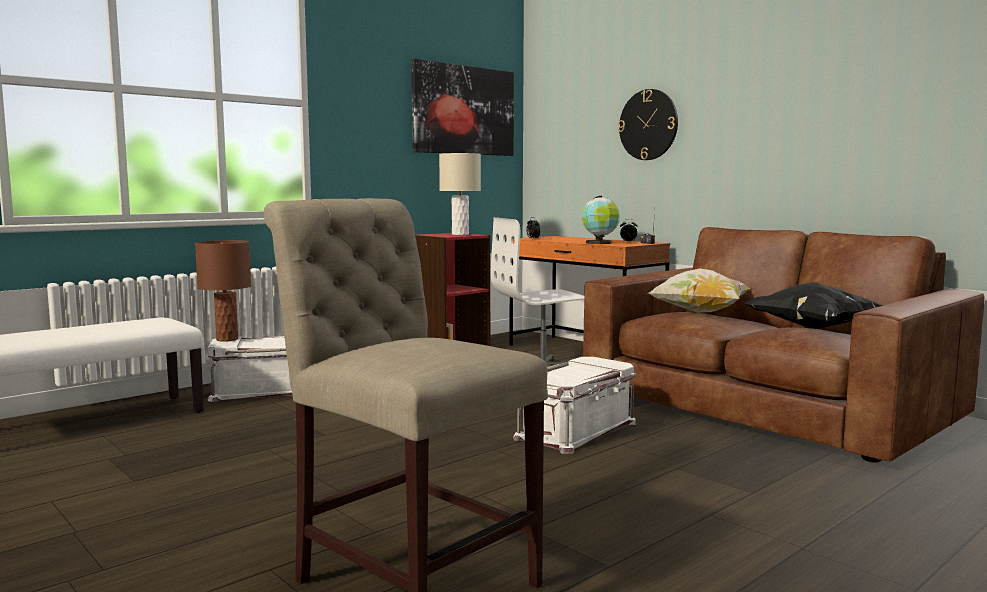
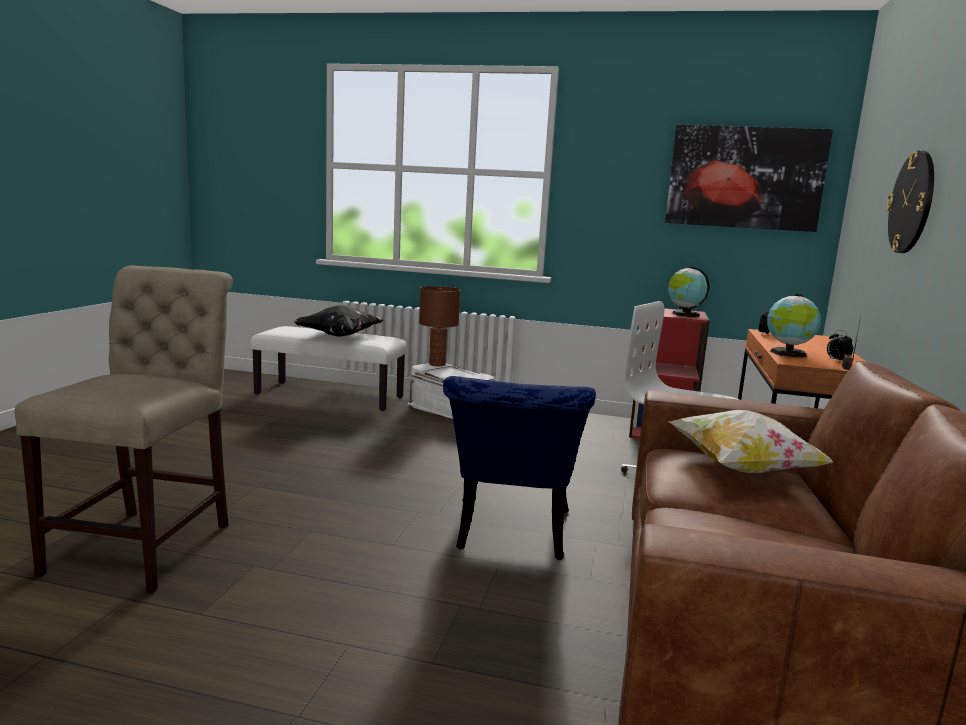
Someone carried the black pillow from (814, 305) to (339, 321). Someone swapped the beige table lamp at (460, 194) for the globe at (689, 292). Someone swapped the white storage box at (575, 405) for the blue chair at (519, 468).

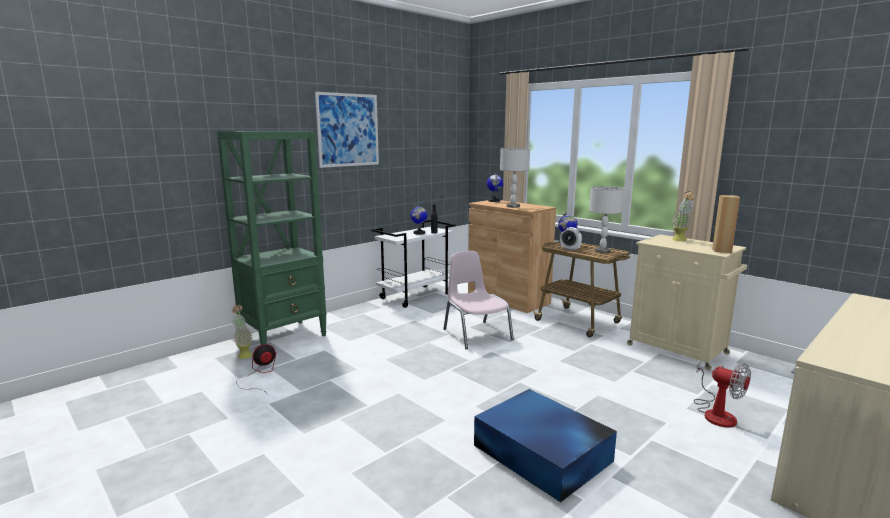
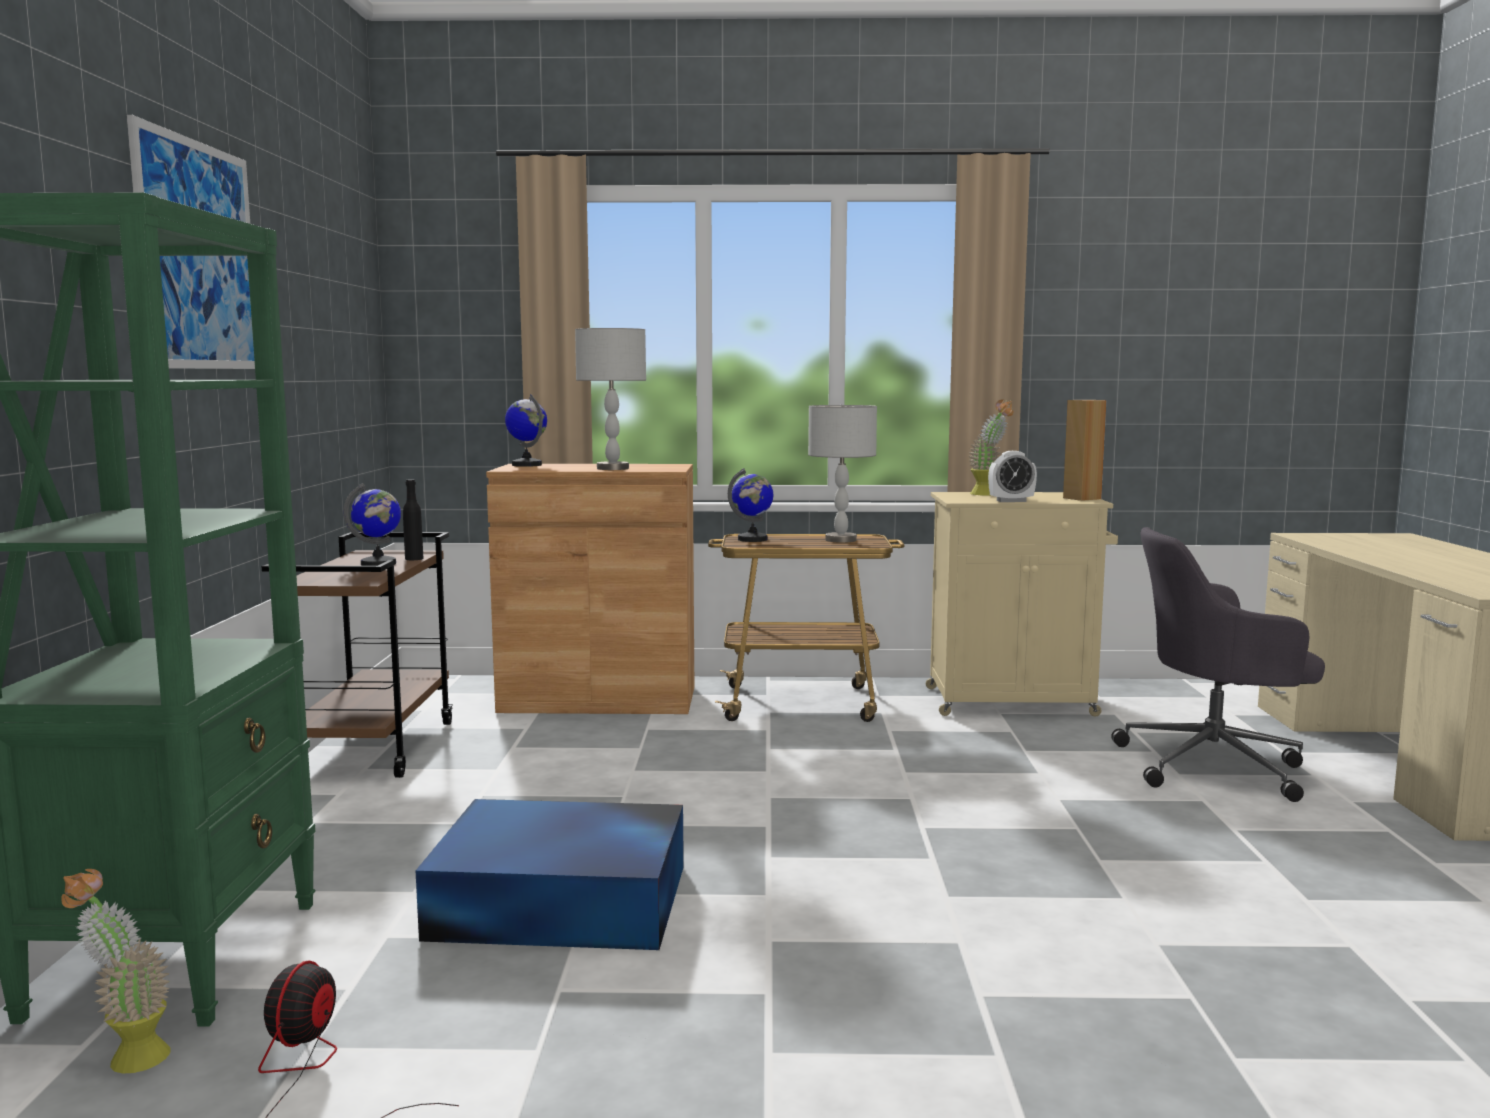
Someone took away the pink chair at (479, 300). Someone carried the blue storage box from (545, 445) to (550, 874). Someone carried the alarm clock from (571, 239) to (1012, 476). Someone swapped the fan at (722, 395) for the grey office chair at (1218, 664). Someone repainted the white cart at (413, 264), which became the brown cart at (357, 655).

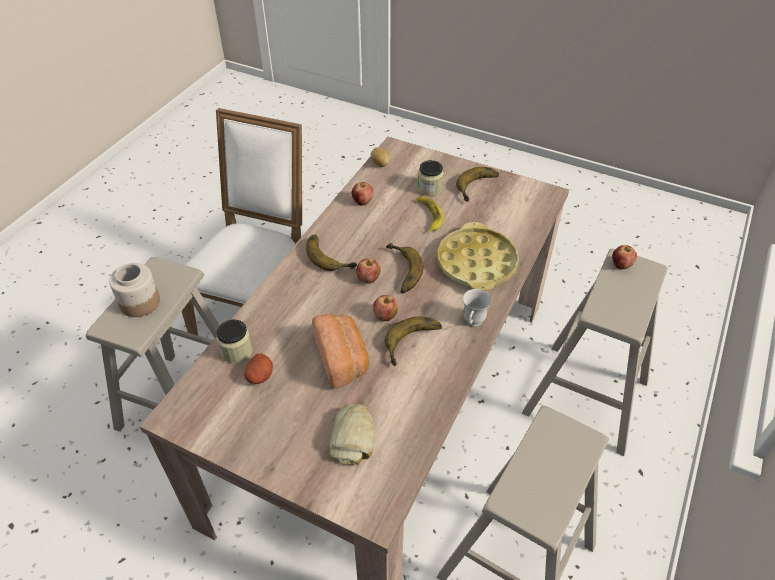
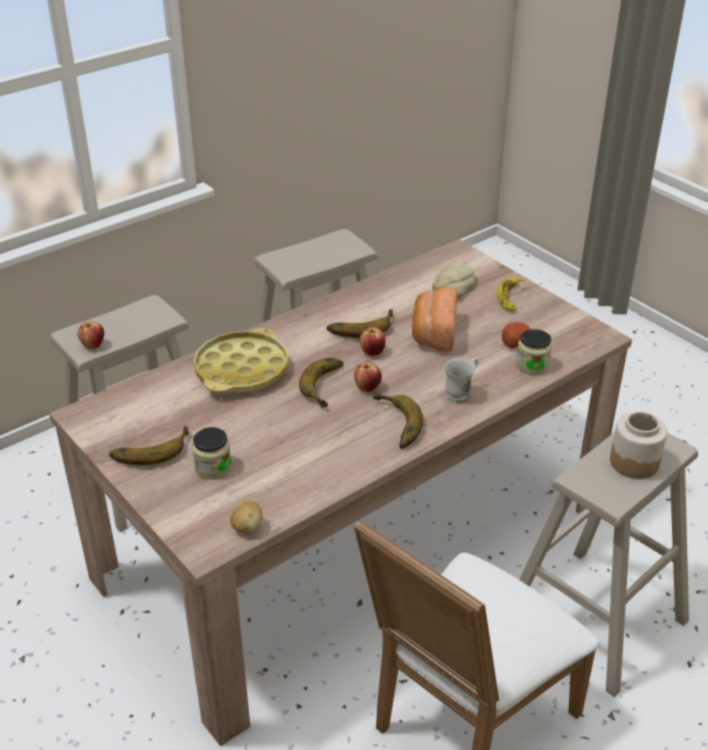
Someone took away the apple at (362, 193). Someone carried the banana from (430, 215) to (511, 294). Someone carried the white mug from (477, 308) to (461, 380).

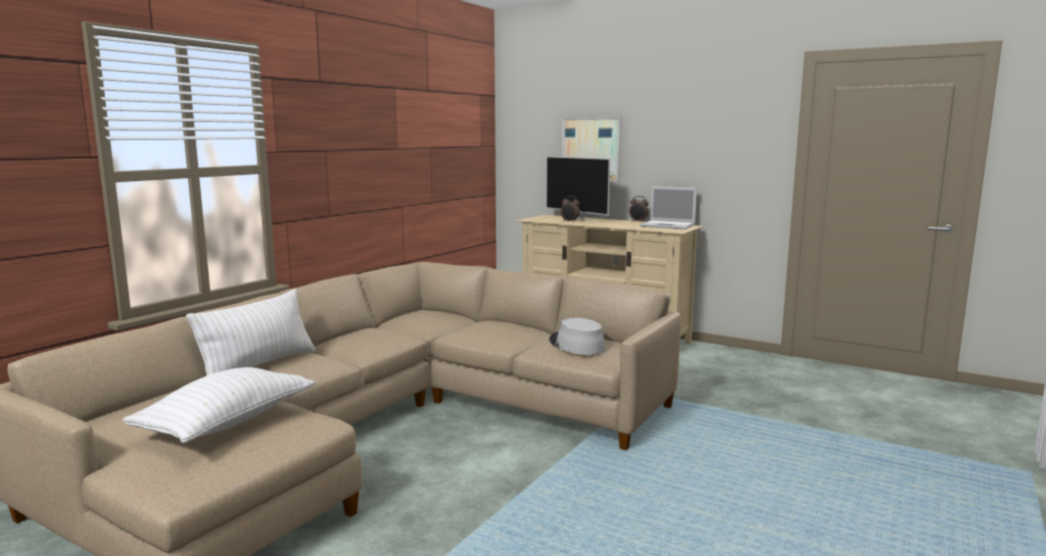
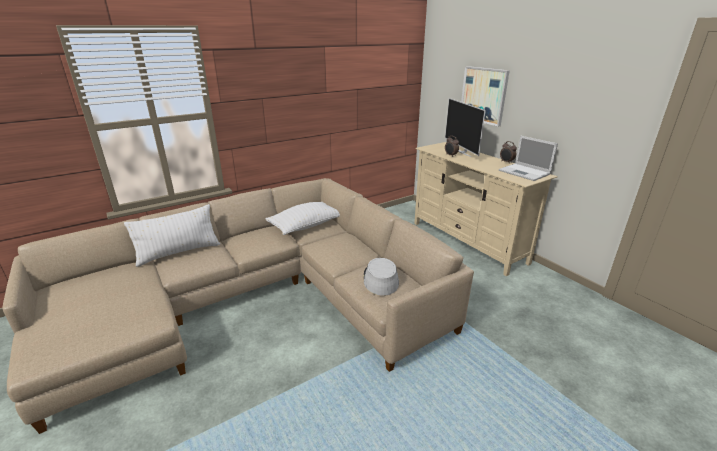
Someone carried the white pillow from (219, 405) to (303, 218).

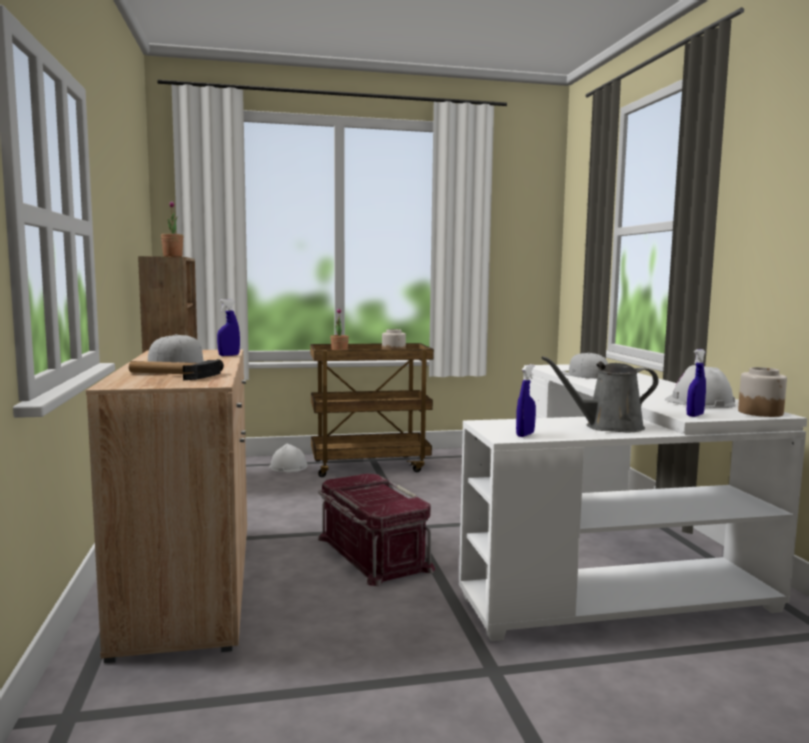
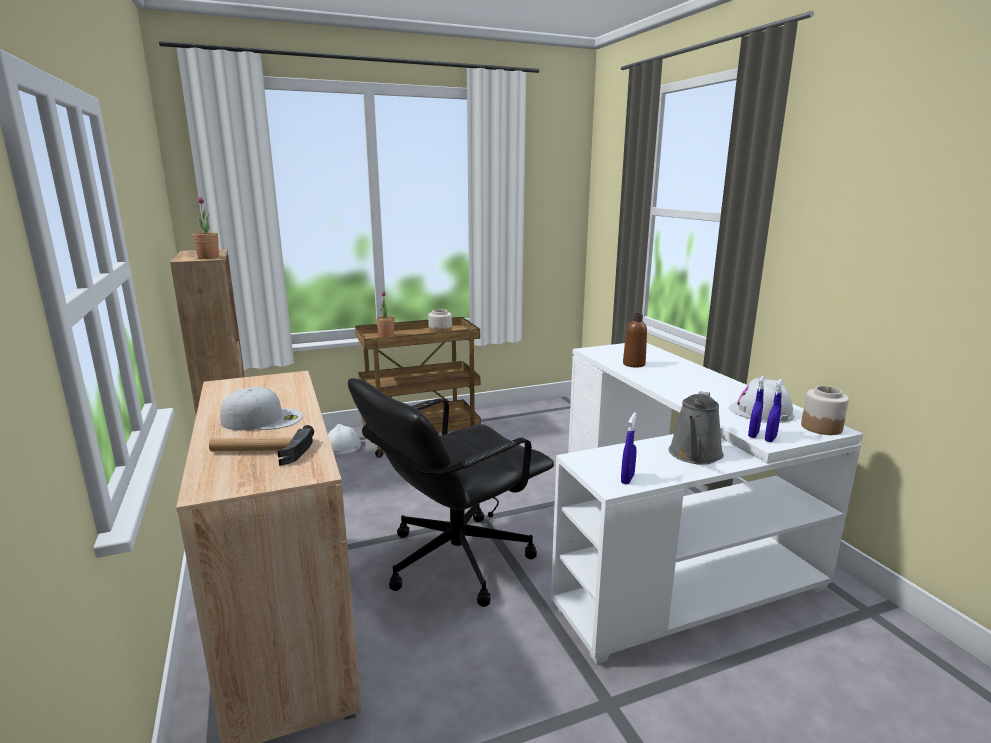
Someone carried the blue spray bottle from (228, 327) to (756, 407). Someone swapped the red storage box at (376, 530) for the black office chair at (451, 492). Someone swapped the white cap at (584, 365) for the brown bottle at (635, 340). Someone rotated the grey watering can at (600, 394) by 45 degrees counterclockwise.

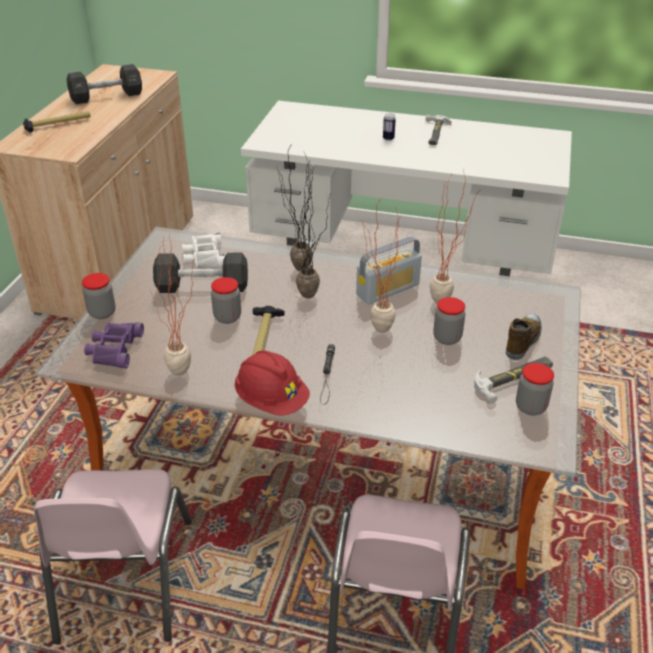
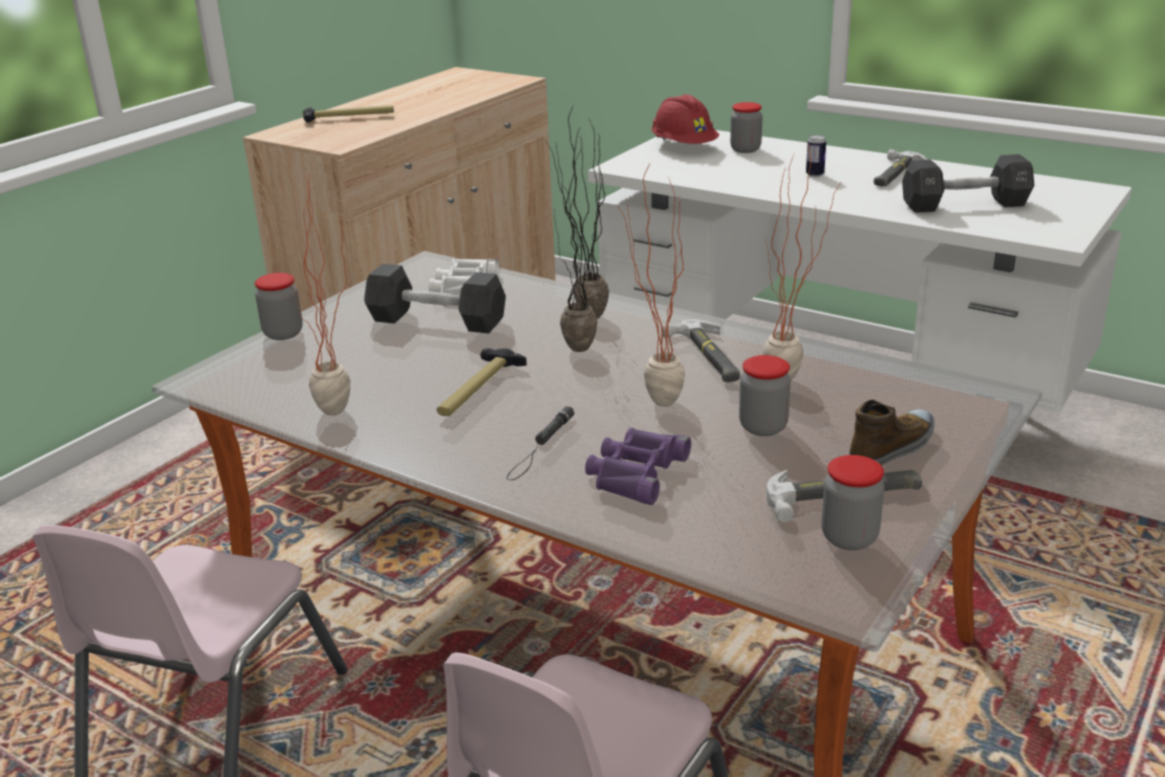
Someone carried the black dumbbell from (104, 84) to (968, 183). Someone carried the purple binoculars from (114, 345) to (638, 466). Someone carried the jar from (226, 300) to (746, 127). Someone carried the red hard hat from (272, 383) to (685, 119). Someone swapped the radio at (389, 270) for the hammer at (701, 350).

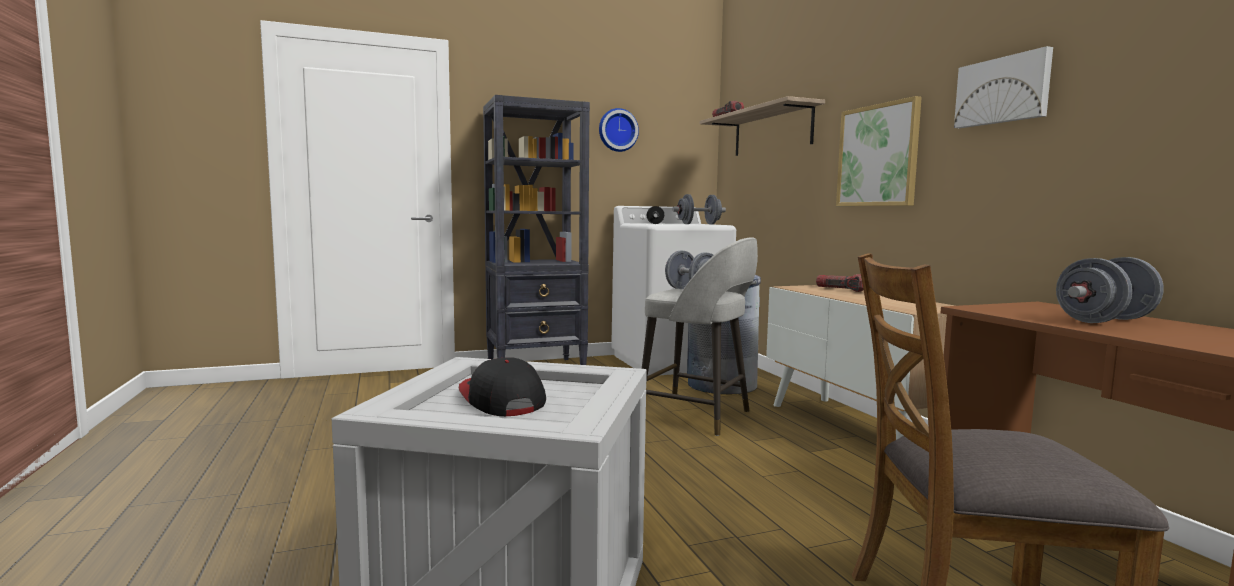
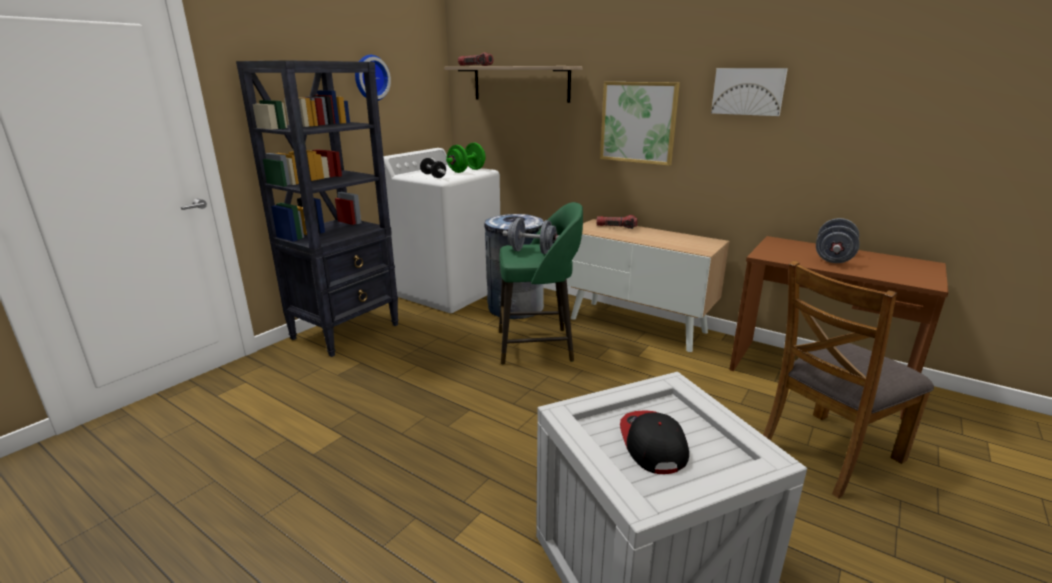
Someone repainted the grey stool at (700, 336), which became the green stool at (541, 283). Someone repainted the grey dumbbell at (699, 209), which became the green dumbbell at (466, 158). Someone rotated the cap at (502, 387) by 60 degrees clockwise.

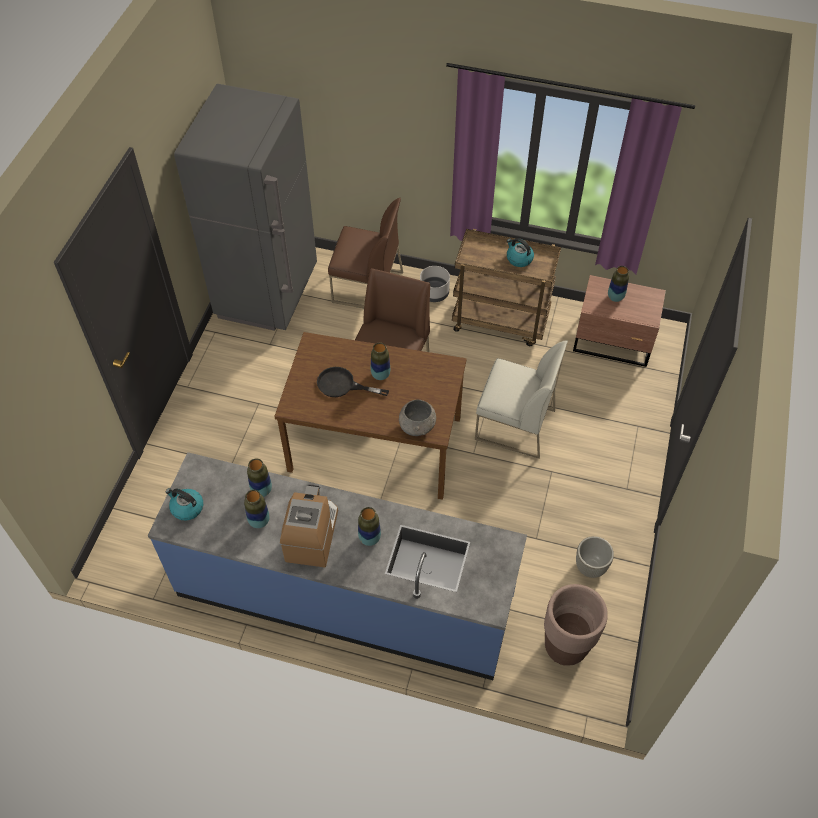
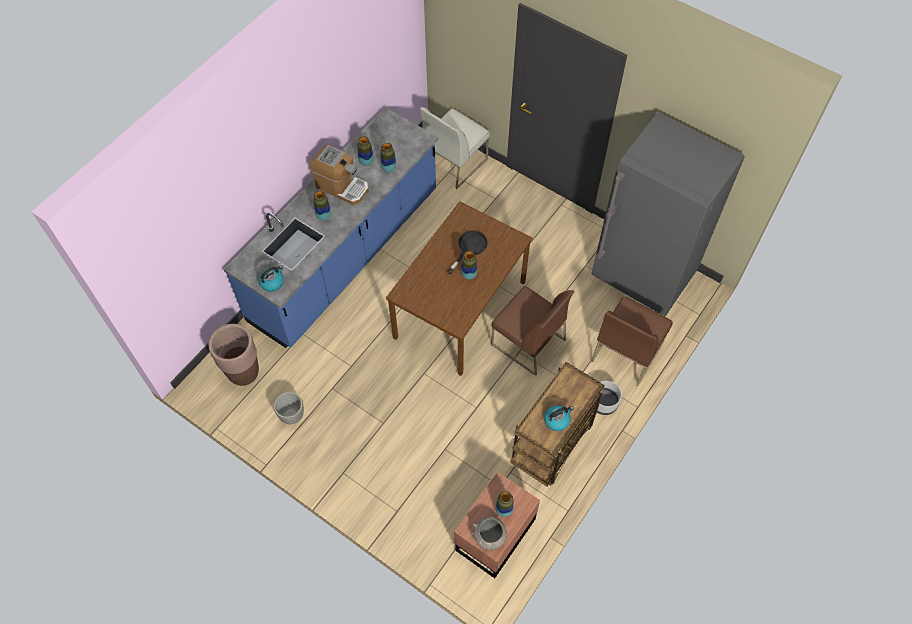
Someone carried the kettle from (184, 504) to (271, 278). Someone carried the grey bowl from (417, 418) to (489, 533). Someone carried the white chair from (521, 399) to (455, 148).

